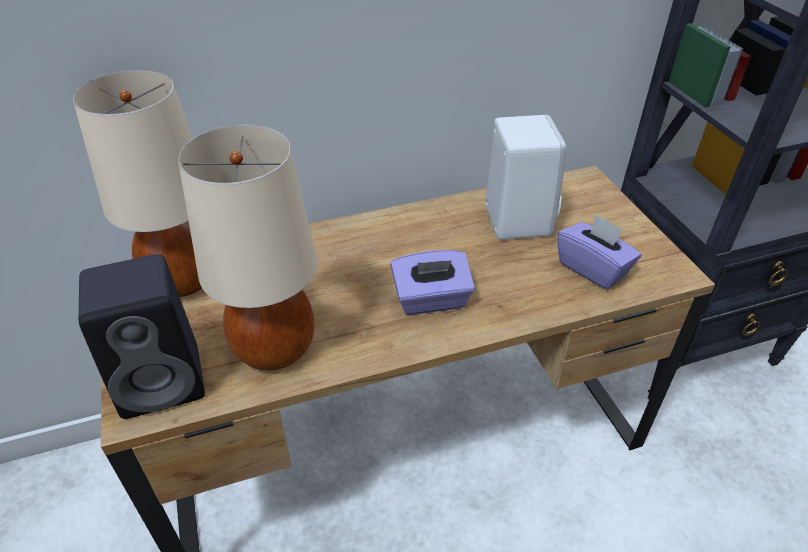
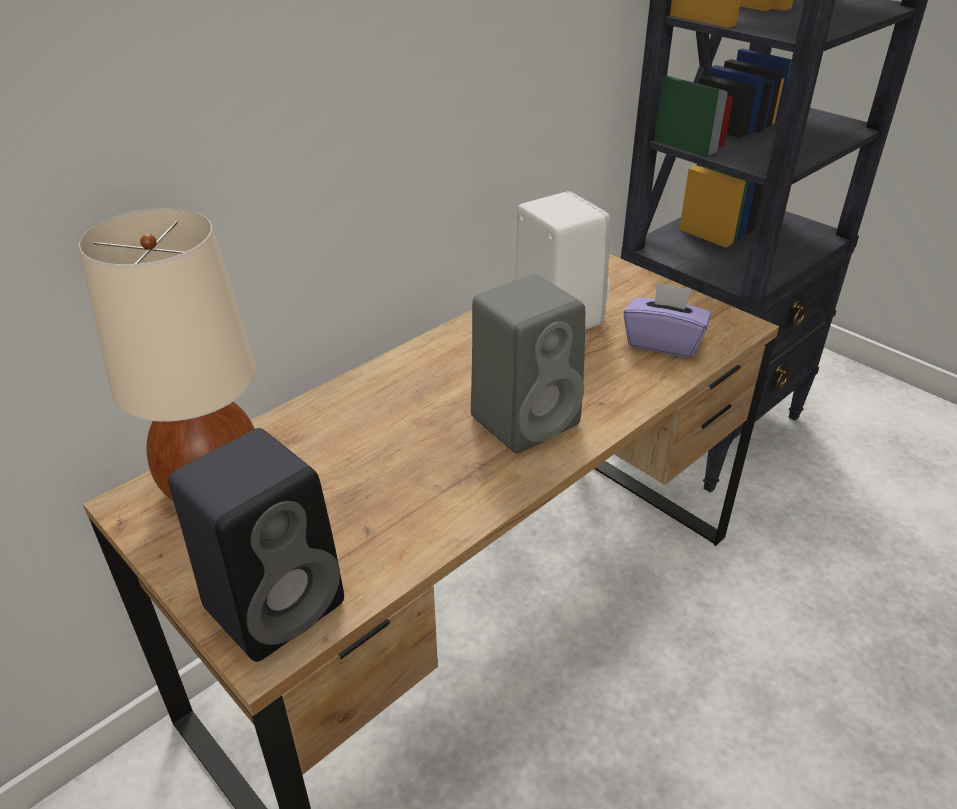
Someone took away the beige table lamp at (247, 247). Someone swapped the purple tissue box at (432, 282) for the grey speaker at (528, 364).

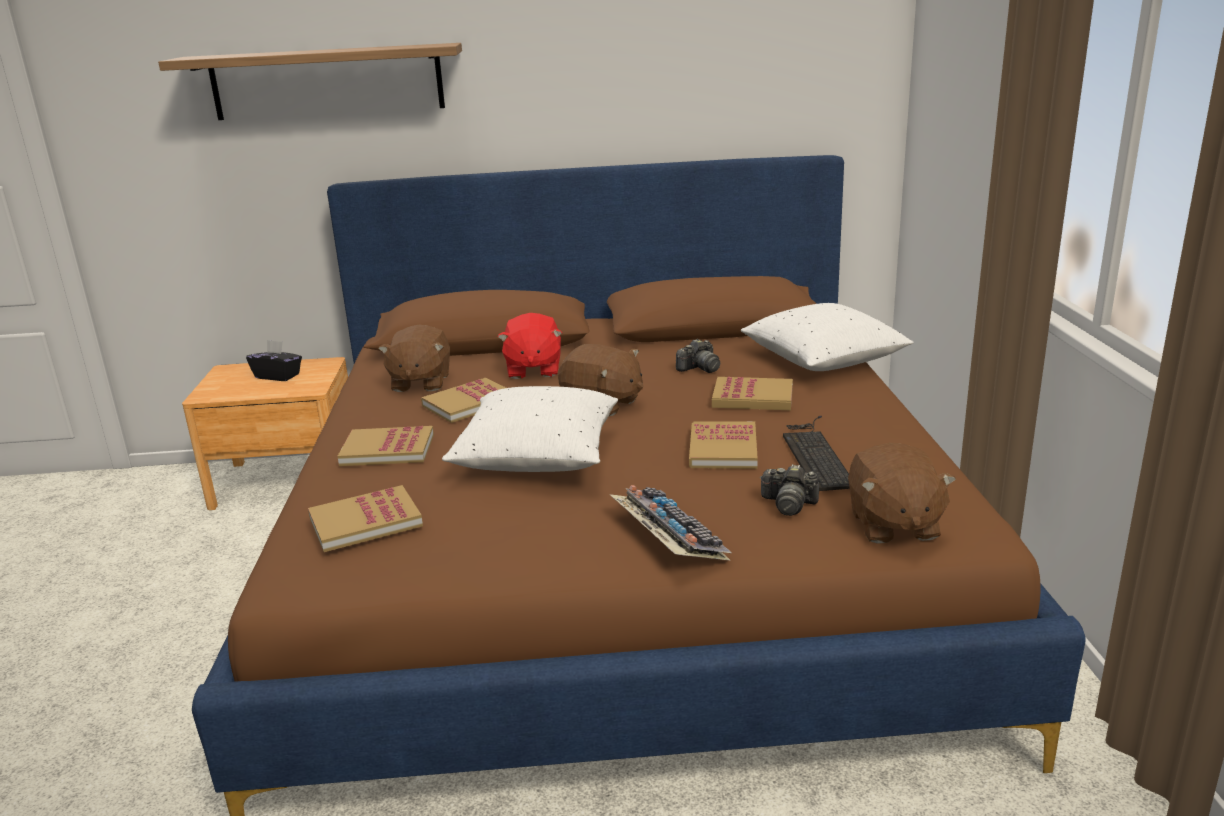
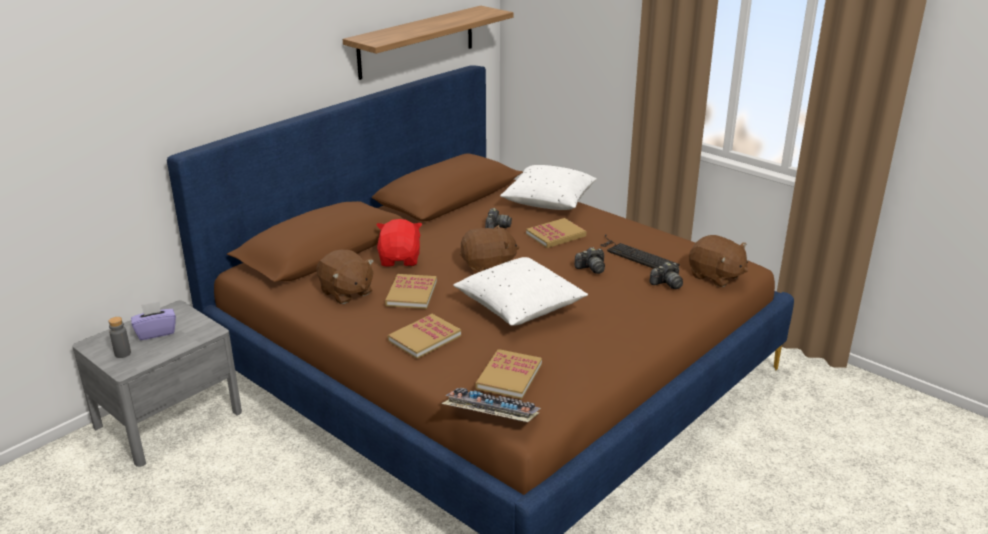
Someone put down the grey bottle at (119, 337). Someone carried the shelf from (310, 81) to (428, 43). Someone carried the keyboard from (670, 522) to (491, 405). Someone swapped the book at (723, 445) for the photo camera at (589, 260). Someone repainted the brown nightstand at (265, 433), which became the grey nightstand at (157, 383). Someone repainted the black tissue box at (274, 360), which became the purple tissue box at (153, 320). Someone rotated the red plush toy at (529, 346) by 135 degrees counterclockwise.

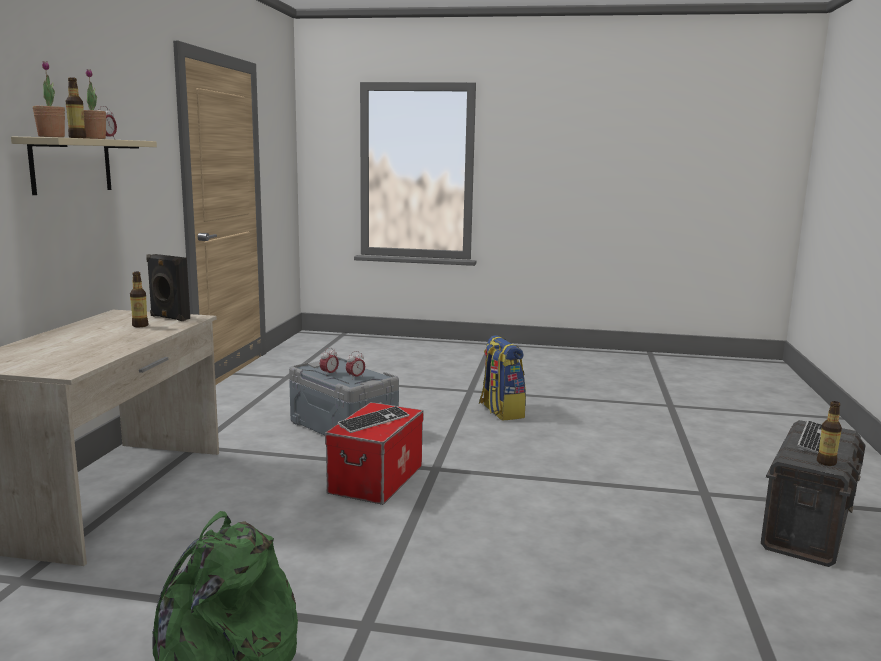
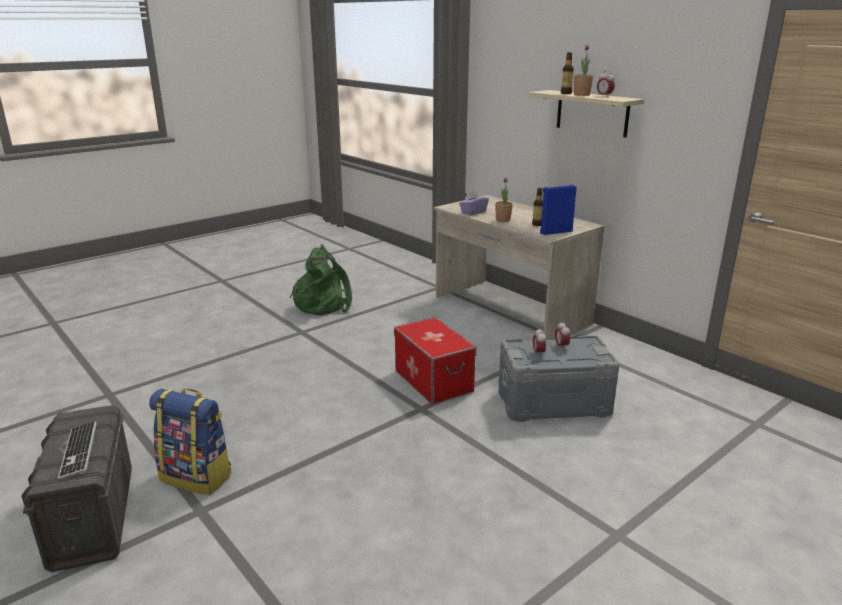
Someone took away the keyboard at (373, 419). Someone took away the bottle at (829, 433). Someone put down the purple tissue box at (474, 203). Someone carried the potted plant from (49, 99) to (504, 199). Someone carried the backpack from (502, 377) to (190, 441). Someone repainted the black speaker at (168, 287), which became the blue speaker at (558, 210).

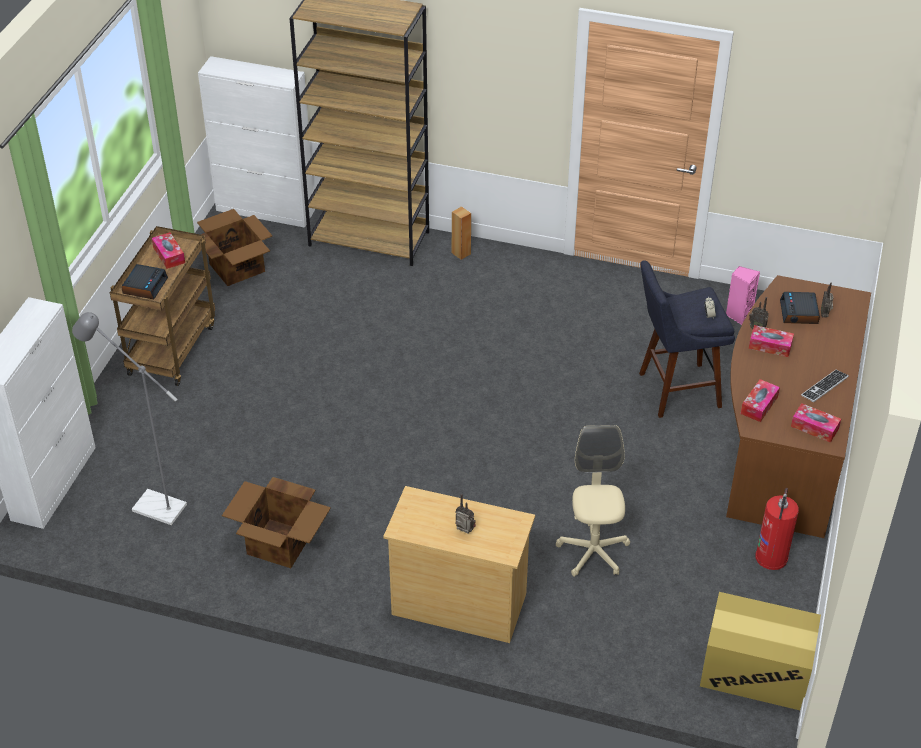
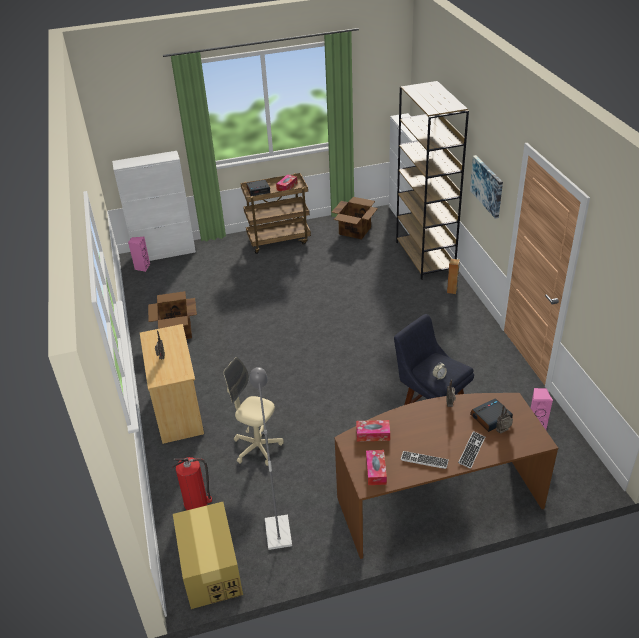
Someone took away the tissue box at (771, 341). Someone put down the pink speaker at (139, 254). Someone put down the keyboard at (471, 450). Someone put up the picture at (486, 187). Someone carried the grey floor lamp from (129, 418) to (271, 458). Someone carried the fire extinguisher from (777, 529) to (192, 483). Someone rotated the beige office chair at (593, 501) by 120 degrees counterclockwise.

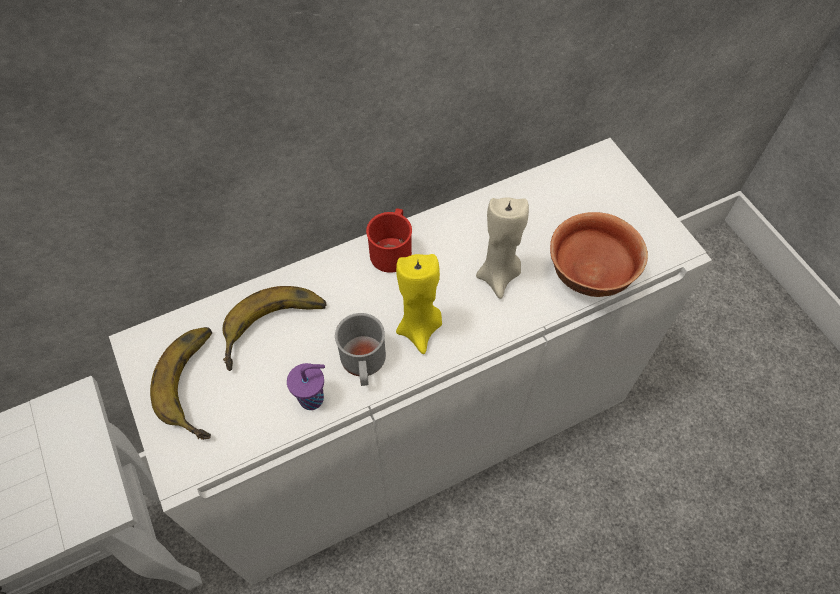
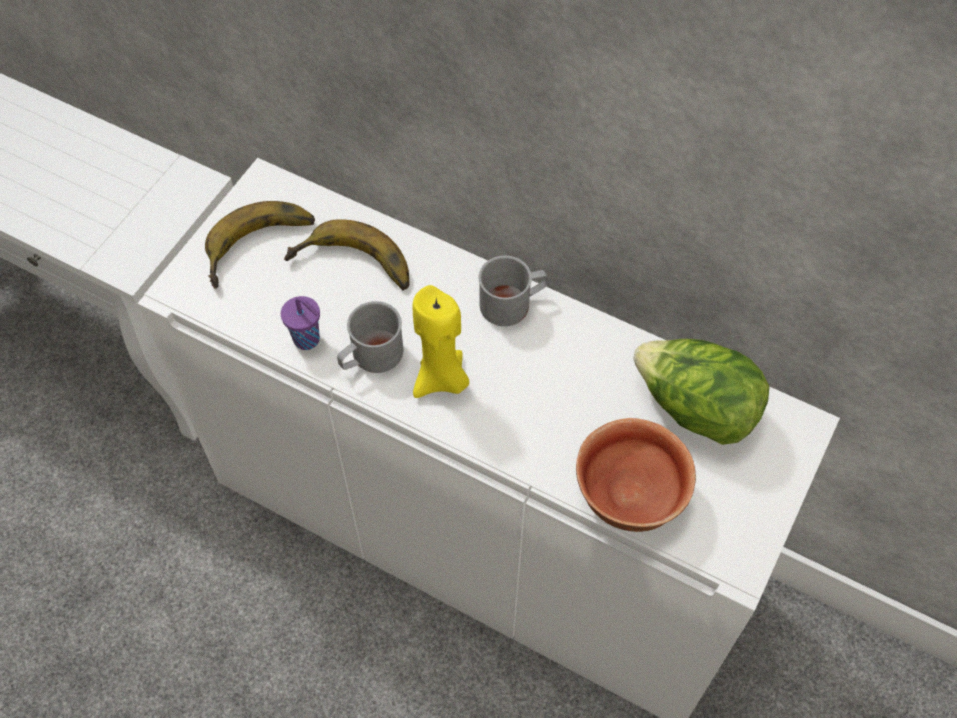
Someone took away the beige candle at (502, 248). Someone put down the lettuce at (701, 392). Someone repainted the red mug at (389, 240), which became the grey mug at (513, 291).

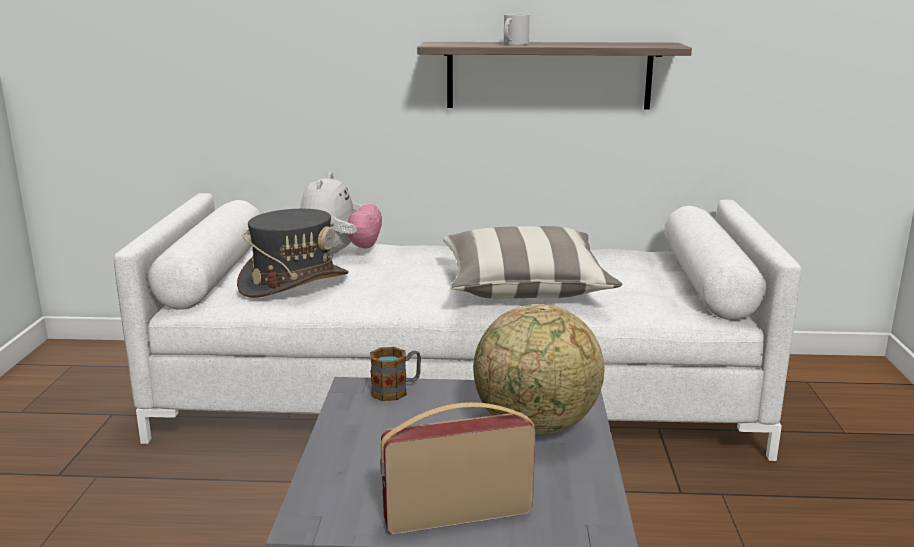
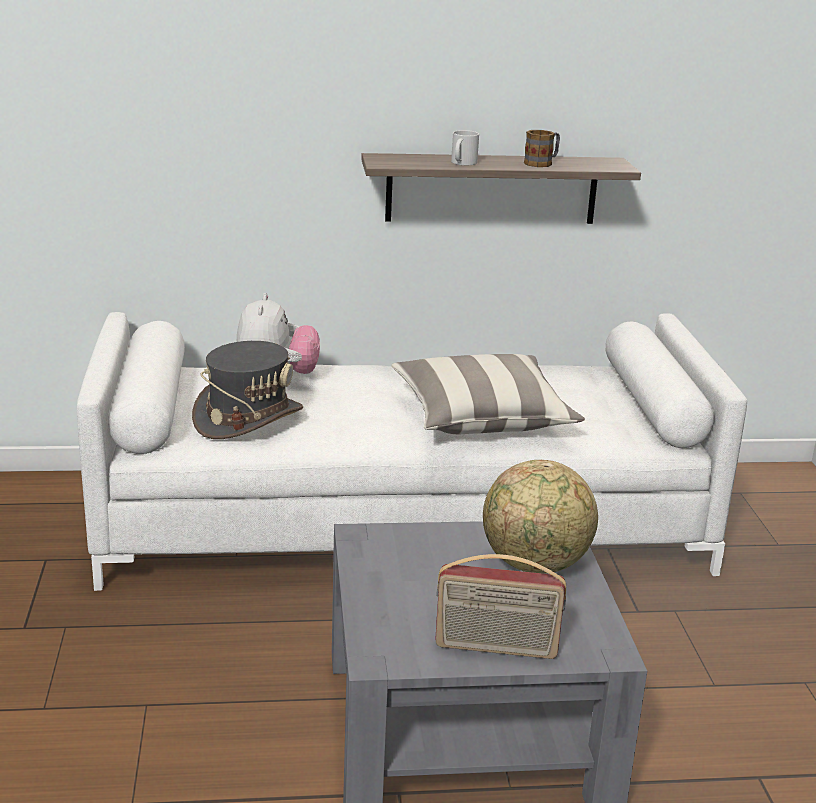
Someone carried the mug from (395, 374) to (542, 148). Someone rotated the radio at (458, 468) by 150 degrees counterclockwise.

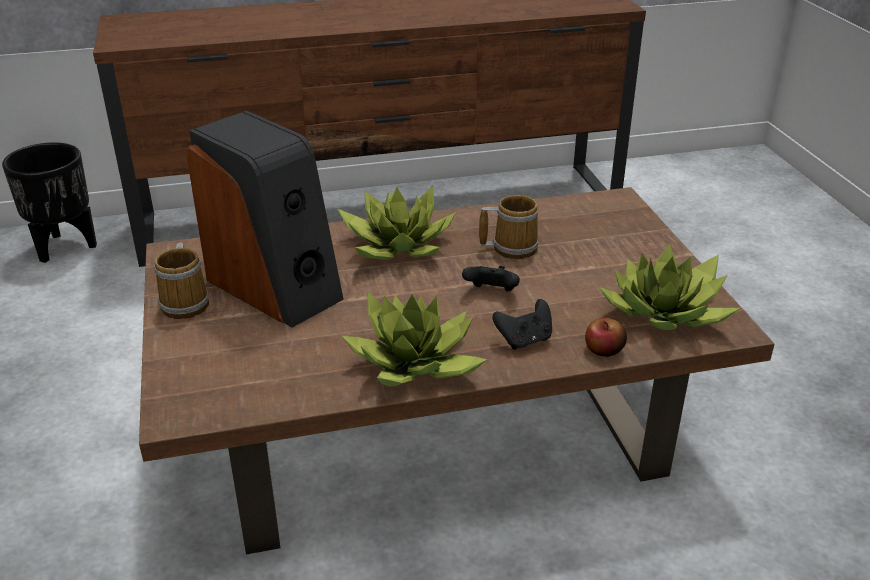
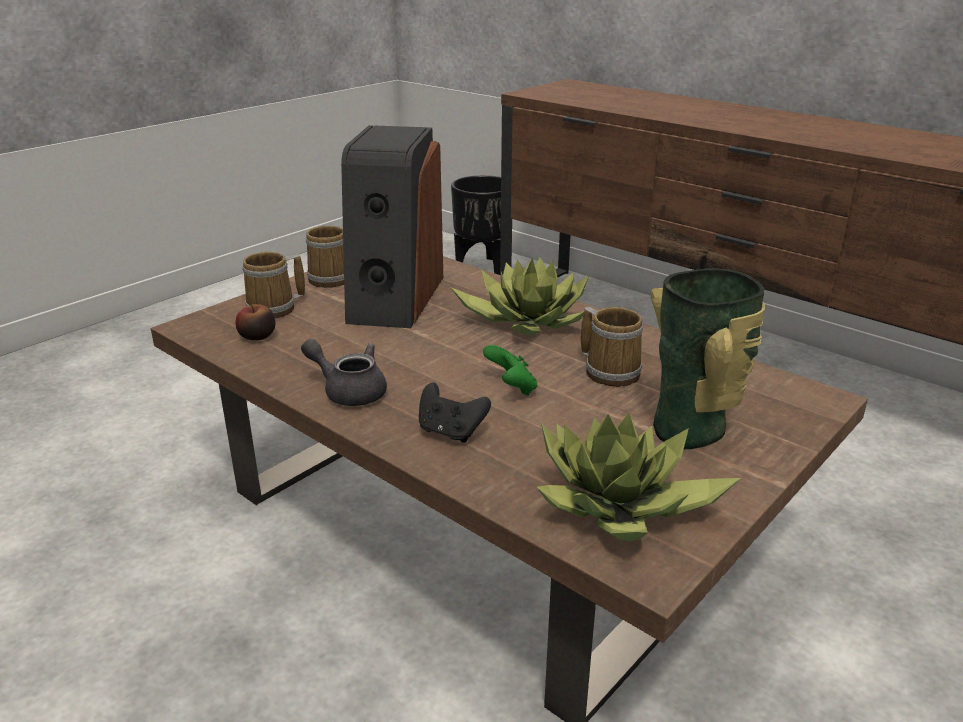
Someone put down the mug at (273, 285). Someone put down the vase at (707, 359). Someone carried the apple from (606, 337) to (255, 322). Someone swapped the potted plant at (415, 339) for the grey teapot at (344, 372). Someone repainted the black game controller at (491, 279), which became the green game controller at (510, 370).

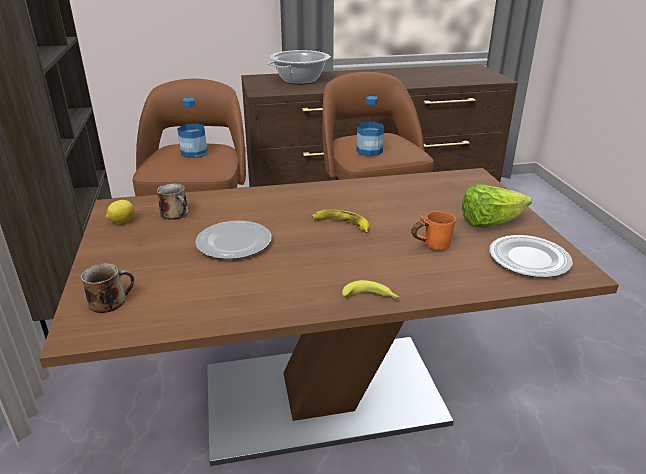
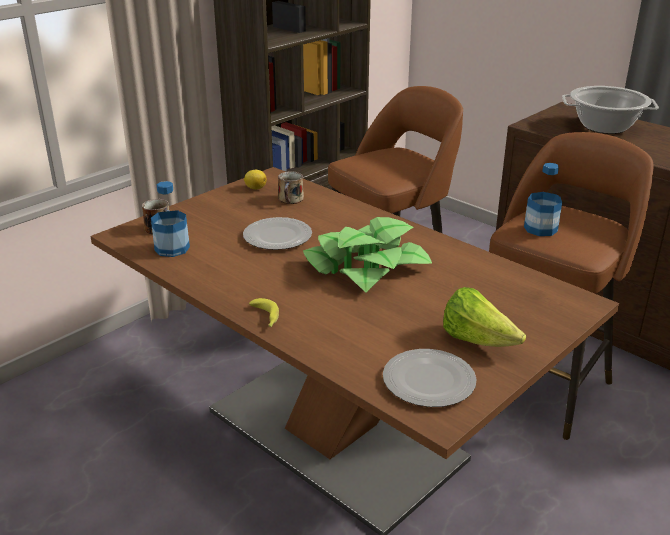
Someone took away the orange mug at (433, 231). Someone carried the bottle from (192, 128) to (170, 219). Someone swapped the banana at (341, 221) for the potted plant at (367, 255).

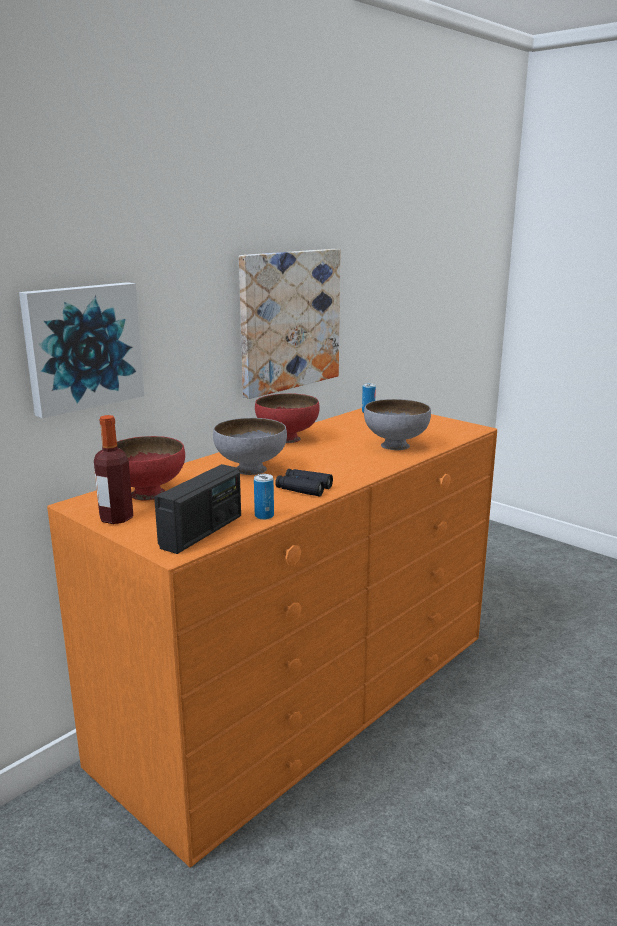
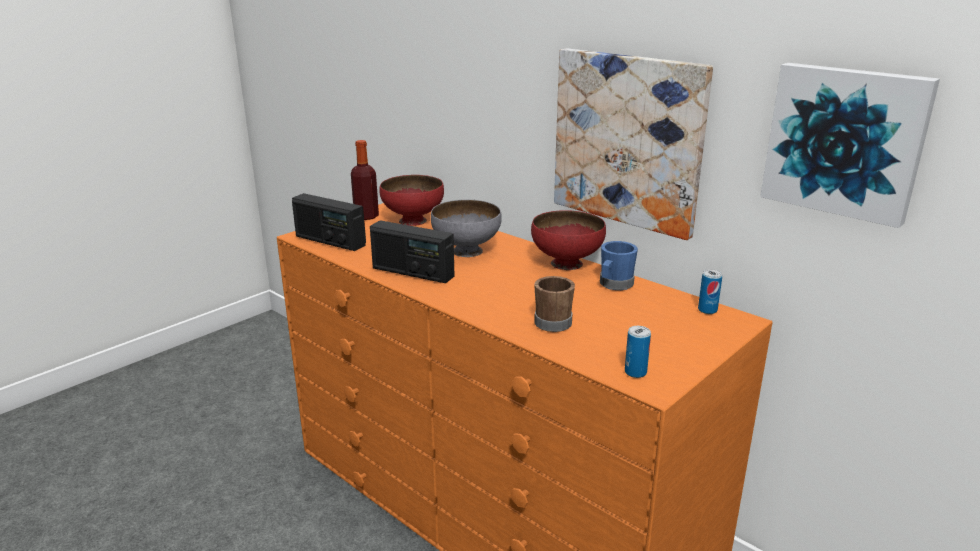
Someone put down the blue mug at (619, 265). Someone carried the picture from (81, 350) to (850, 145). Someone carried the can from (264, 497) to (638, 352). Someone swapped the black binoculars at (304, 483) for the radio at (412, 251). Someone swapped the grey bowl at (397, 424) for the brown mug at (554, 304).

